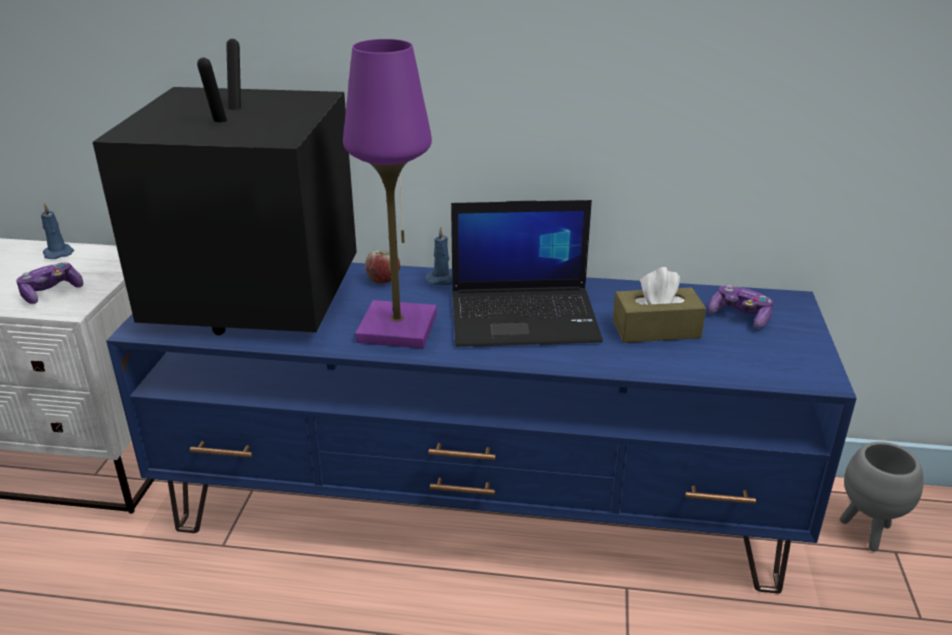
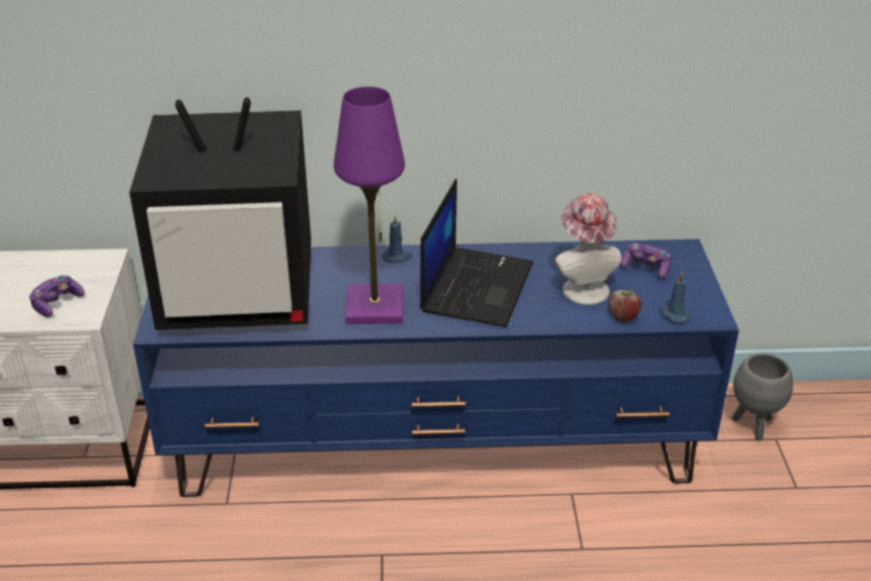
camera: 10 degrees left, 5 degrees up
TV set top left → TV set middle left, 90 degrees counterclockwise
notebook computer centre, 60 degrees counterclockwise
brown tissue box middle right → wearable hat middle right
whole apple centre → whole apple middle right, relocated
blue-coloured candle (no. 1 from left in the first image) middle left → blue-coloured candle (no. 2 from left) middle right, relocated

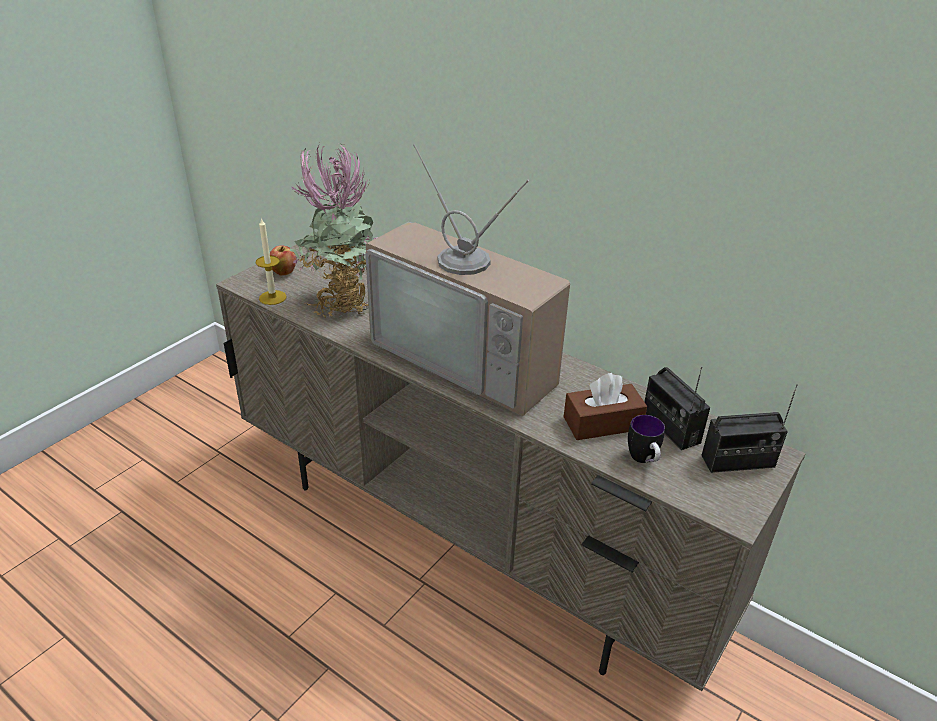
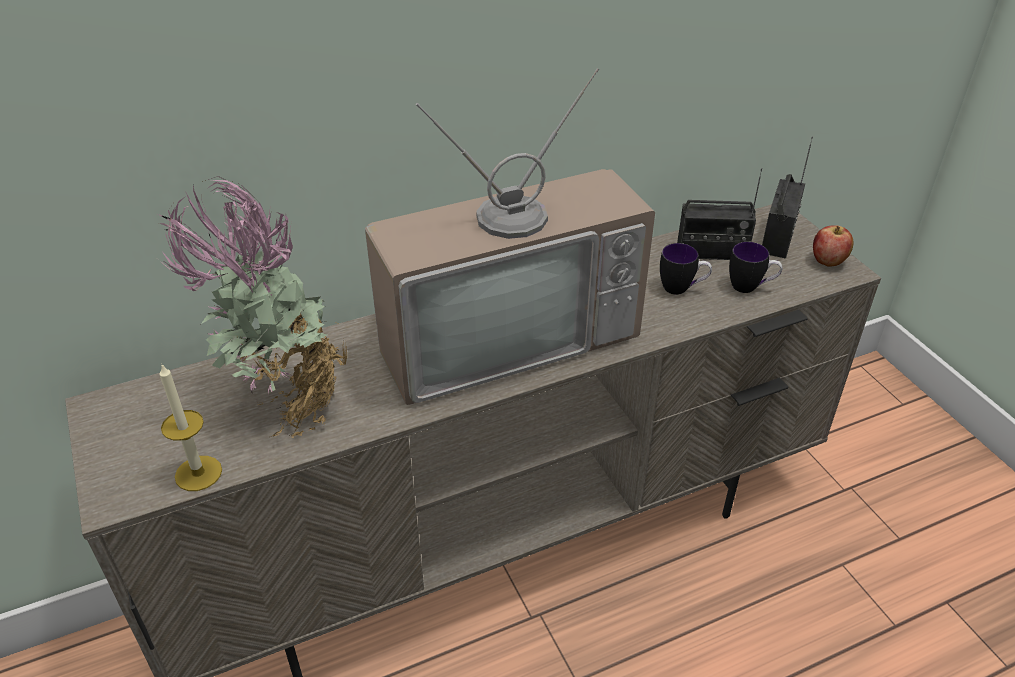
camera: 60 degrees left, 5 degrees up
brown tissue box centre → mug (no. 1 from left) middle right
whole apple middle left → whole apple middle right, relocated

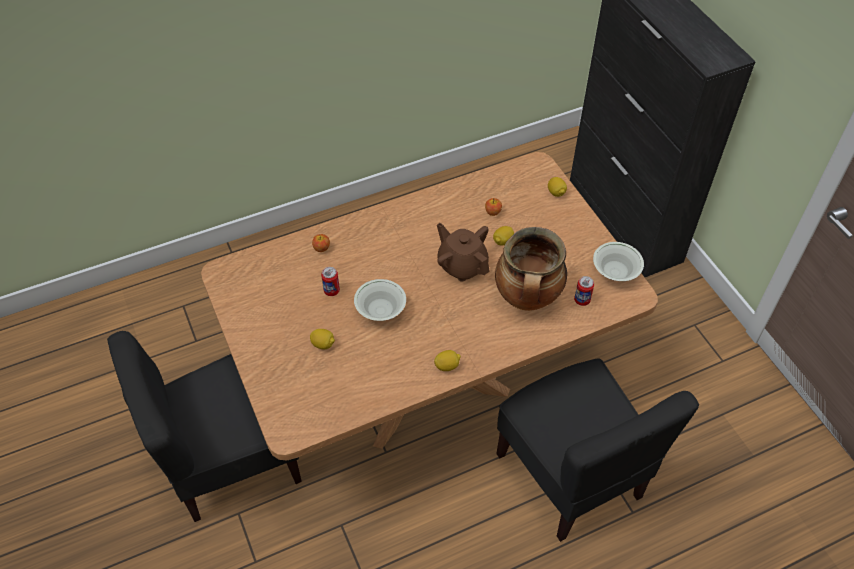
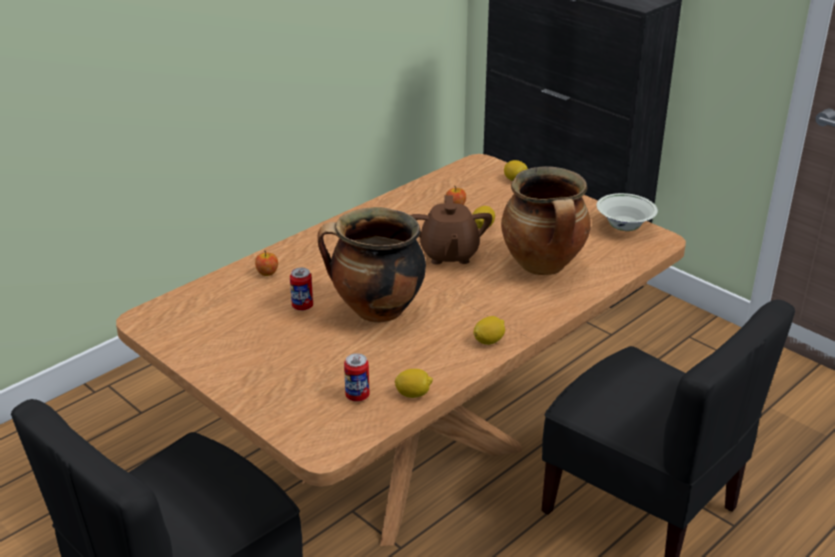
camera: 20 degrees left, 20 degrees down
white deep dish (no. 1 from left) centre → saucepot (no. 1 from left) centre
sealed can (no. 2 from left) middle right → sealed can (no. 2 from left) bottom centre, relocated
lemon (no. 1 from left) centre → lemon (no. 1 from left) bottom centre, relocated
brown pot for tea centre, 120 degrees counterclockwise

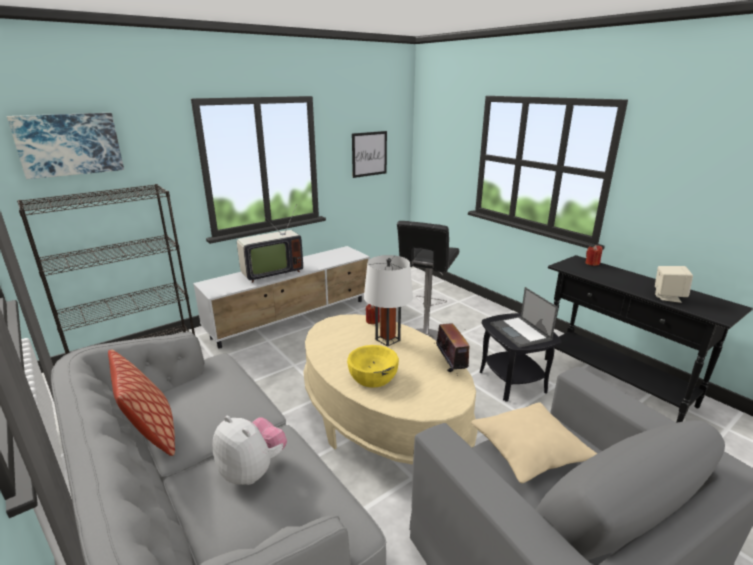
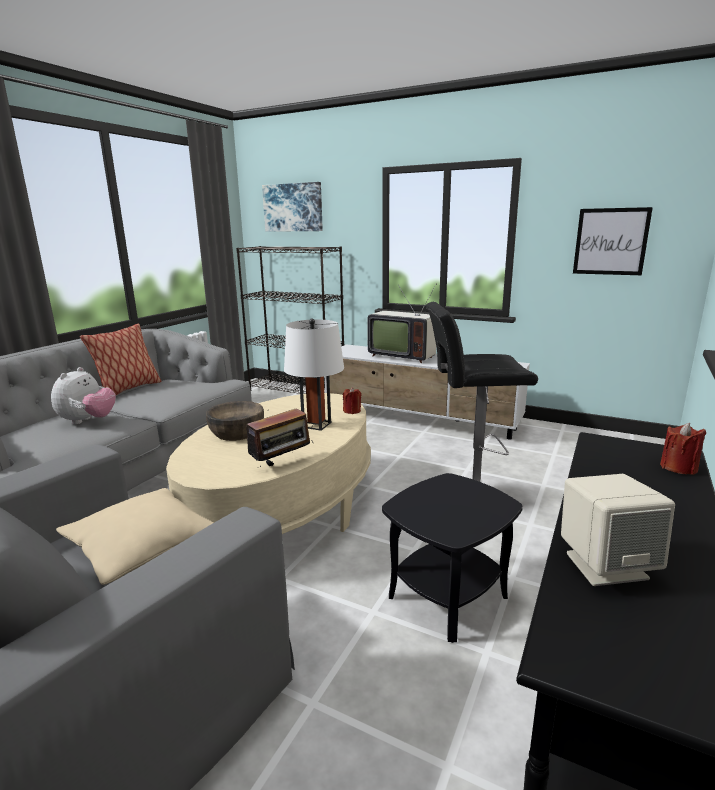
camera: 65 degrees right, 5 degrees down
yellow deep dish centre → brown deep dish middle left
notebook computer middle right → -

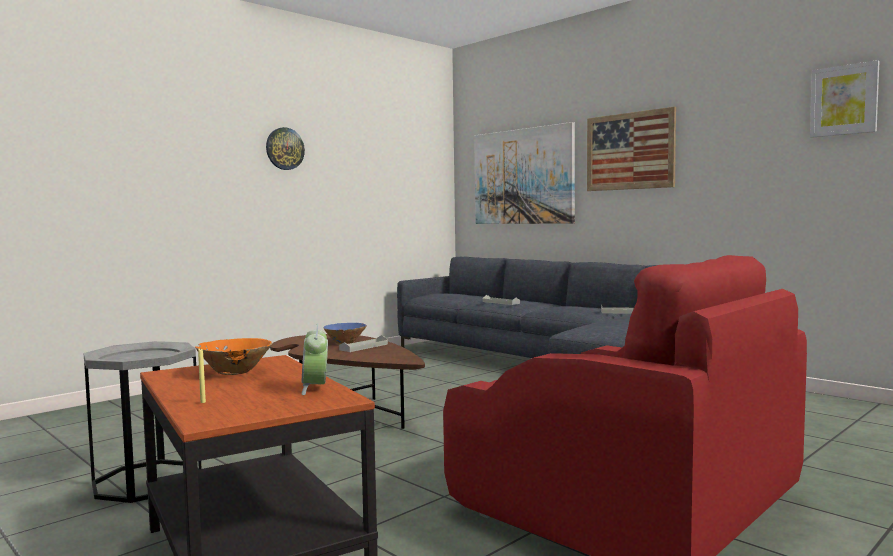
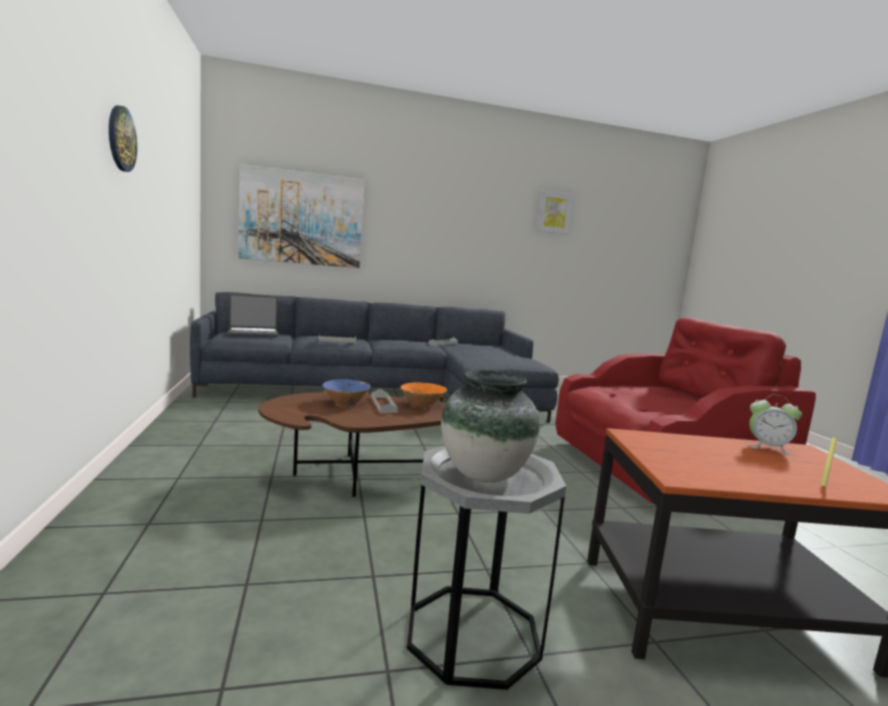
camera: 60 degrees left, 5 degrees up
- → notebook computer middle left
orange deep dish middle left → orange deep dish centre, relocated
- → decorative vase centre
picture (no. 2 from left) top right → -

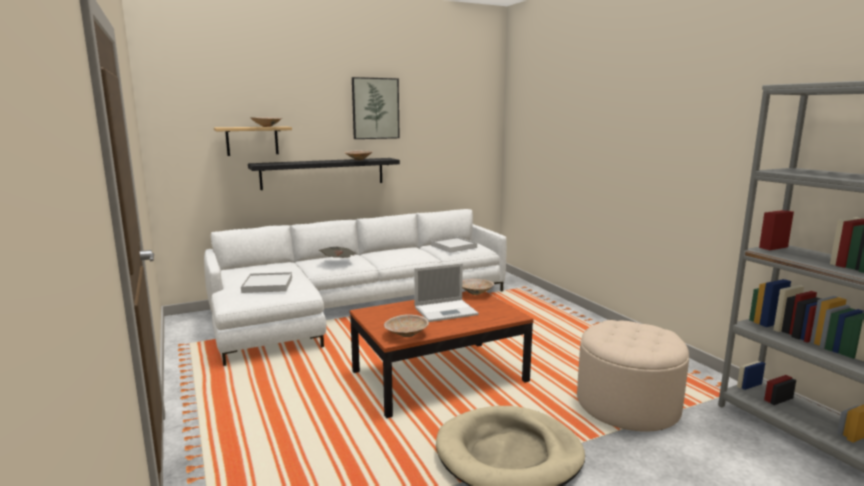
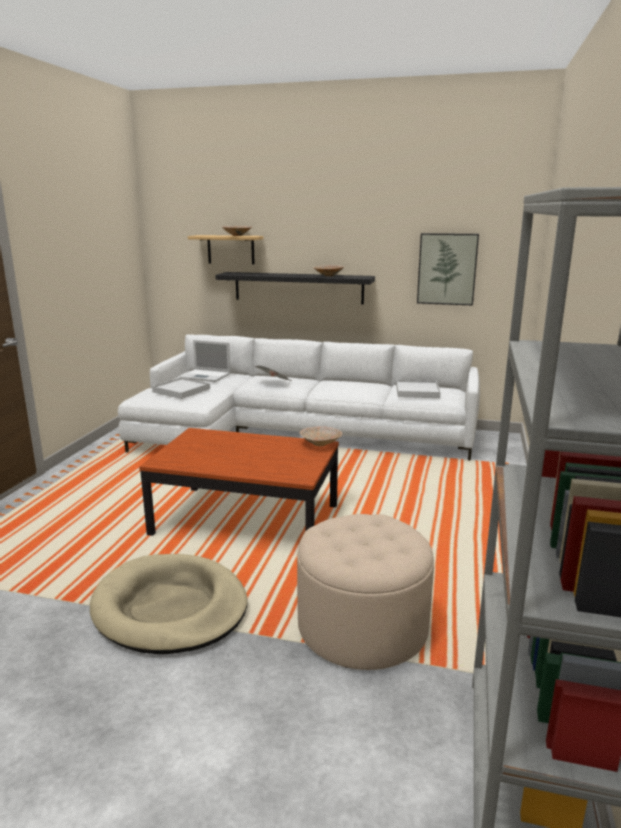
camera: 40 degrees right, 5 degrees up
notebook computer centre → notebook computer middle left, relocated
picture top centre → picture top right, relocated
beige deep dish (no. 3 from left) bottom centre → -

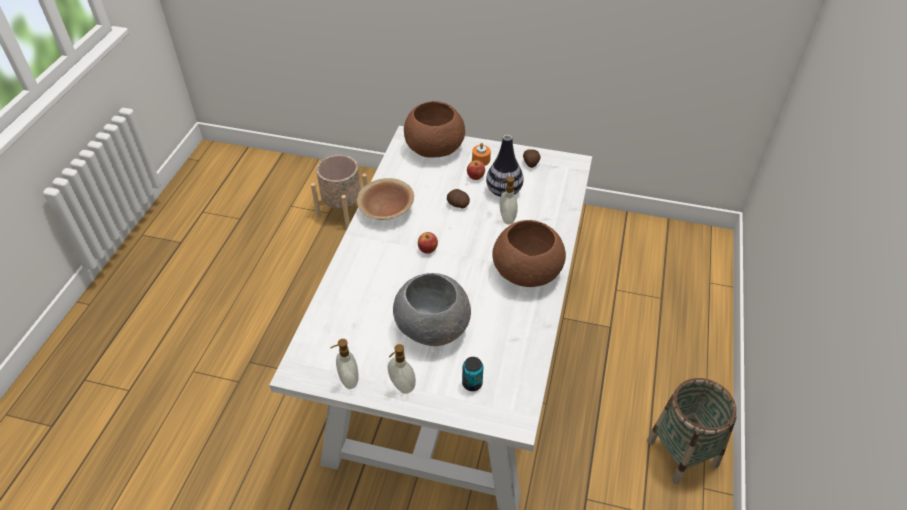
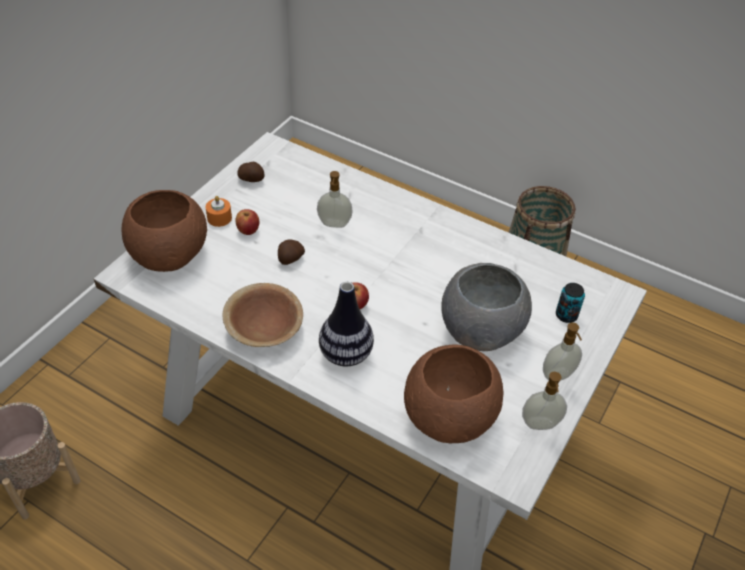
camera: 75 degrees left, 0 degrees up
decorative vase top centre → decorative vase centre, relocated
brown deep dish (no. 3 from left) centre → brown deep dish (no. 3 from left) bottom centre, relocated

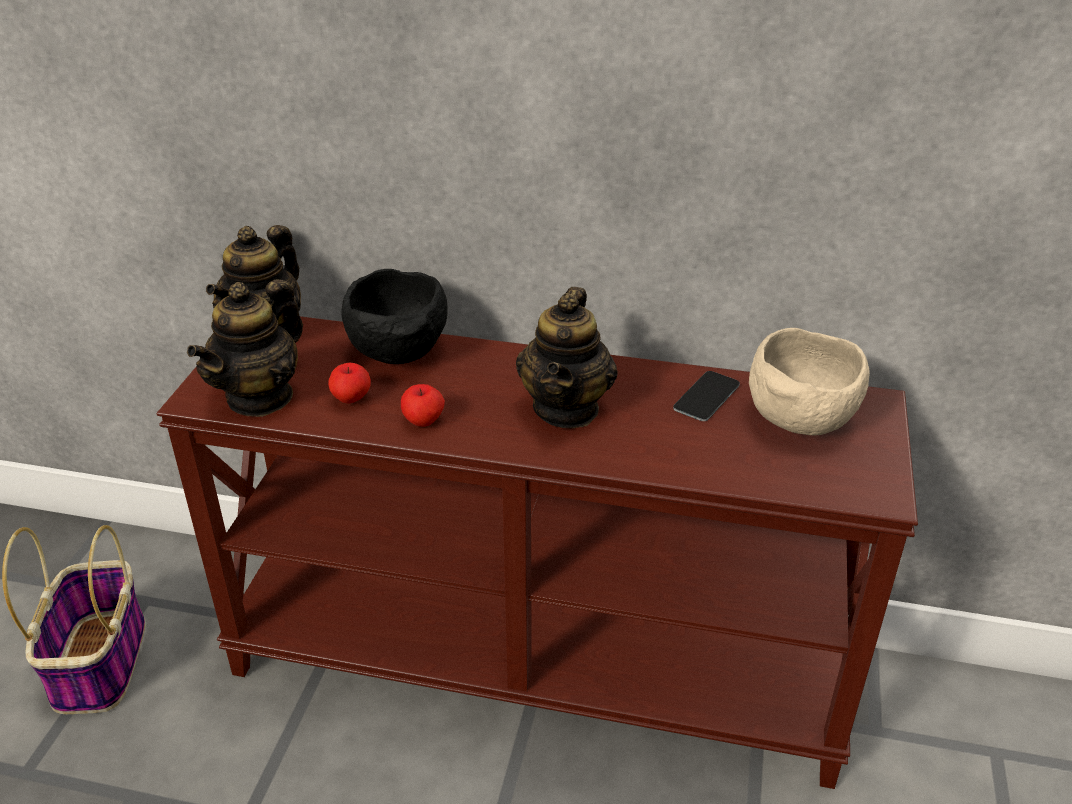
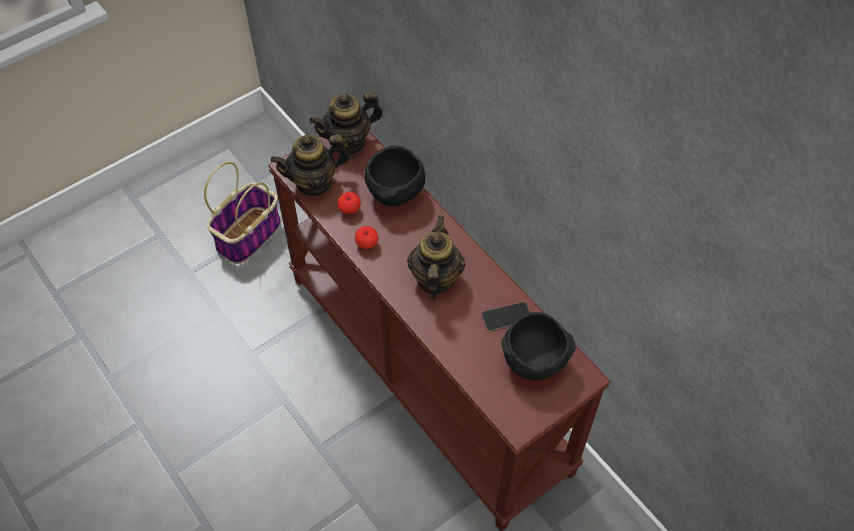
camera: 40 degrees right, 20 degrees up
pot for tea (no. 3 from left) centre, 135 degrees clockwise
beige deep dish middle right → black-coloured deep dish (no. 2 from left) centre

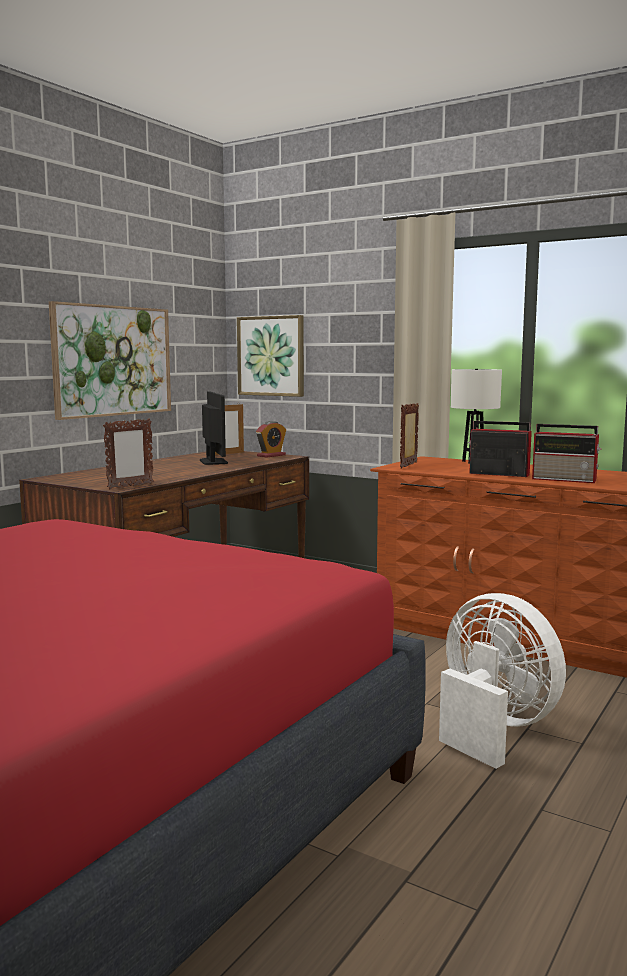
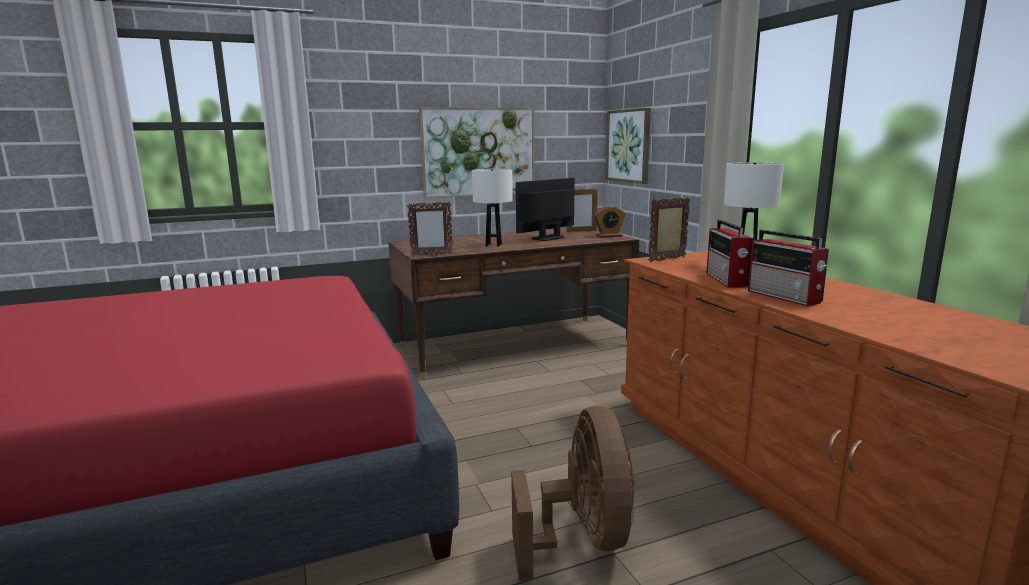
camera: 35 degrees right, 5 degrees up
- → white table lamp (no. 1 from left) centre
white electric fan bottom right → brown electric fan bottom centre
monitor centre, 150 degrees counterclockwise
radio (no. 1 from left) middle right, 150 degrees counterclockwise

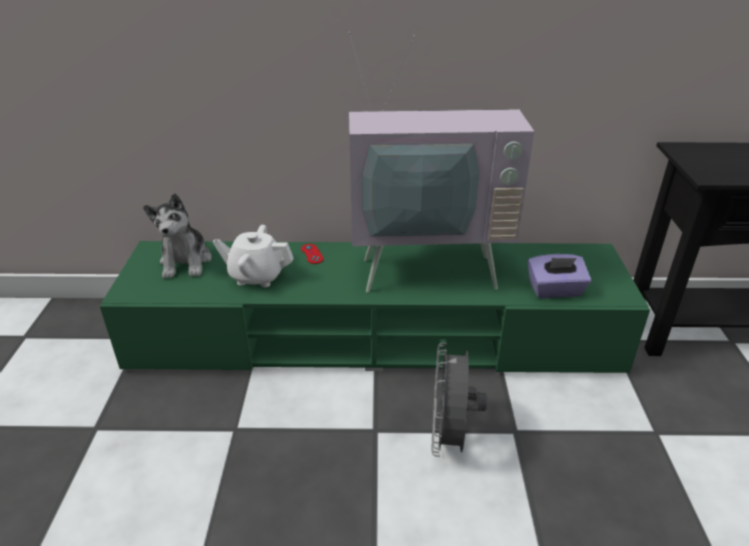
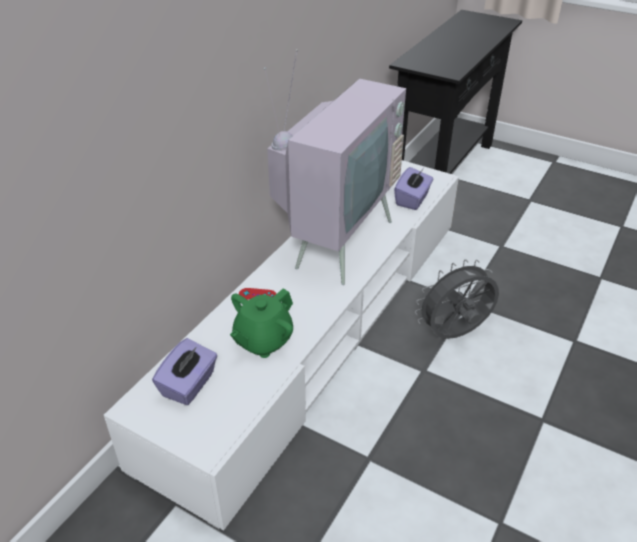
camera: 60 degrees left, 5 degrees up
greenish media console centre → white media console centre
soft toy middle left → purplish tissue box (no. 1 from left) bottom left
white pot for tea centre → greenish pot for tea centre
grey electric fan bottom centre → grey electric fan middle right, 120 degrees clockwise

